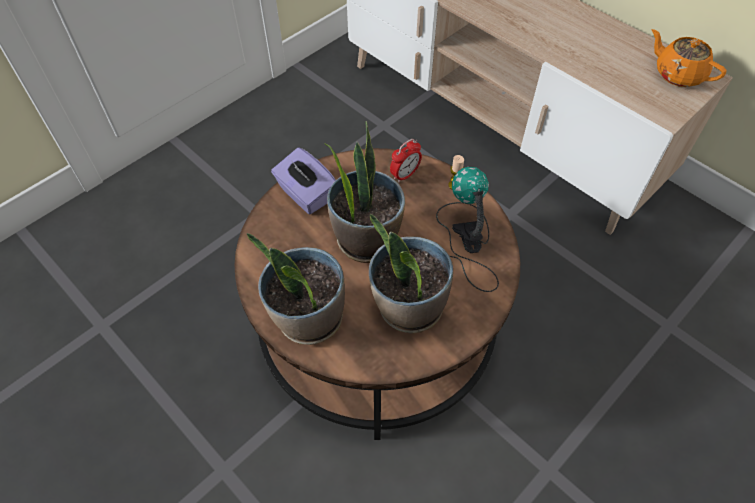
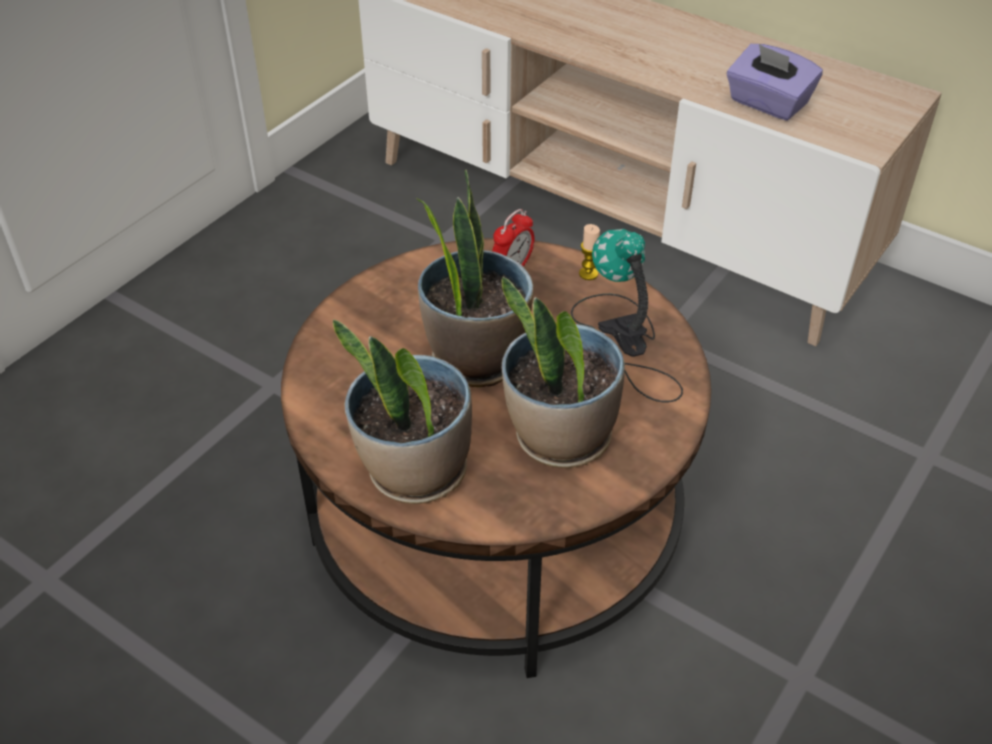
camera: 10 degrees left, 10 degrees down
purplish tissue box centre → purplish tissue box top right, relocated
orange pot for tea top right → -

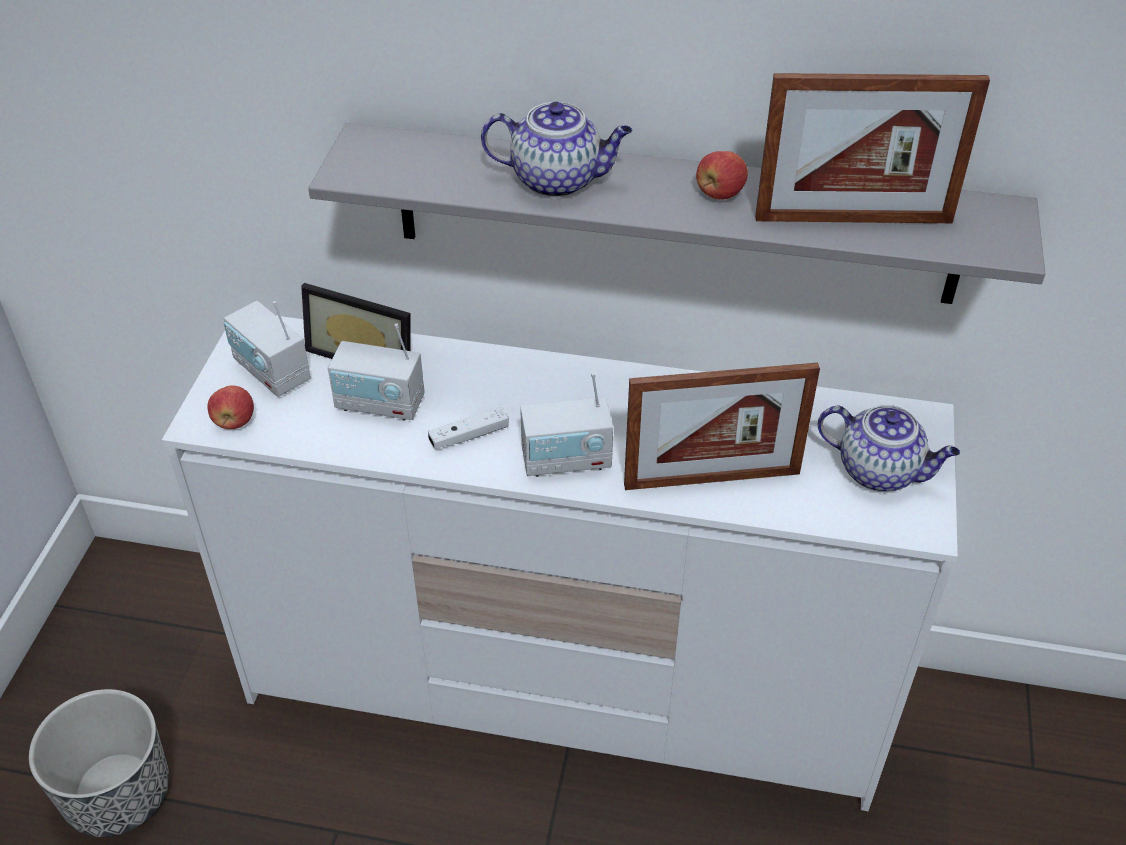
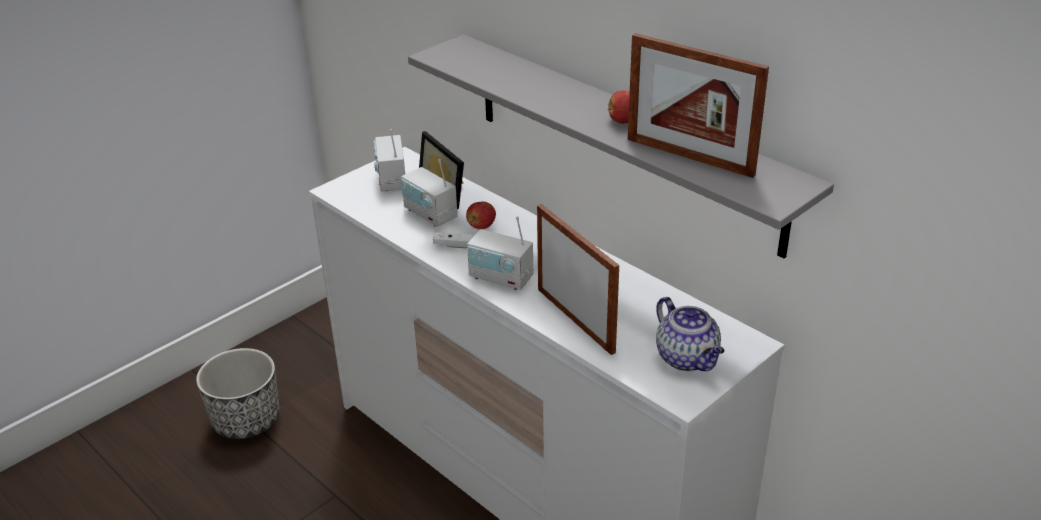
camera: 35 degrees right, 10 degrees down
whole apple (no. 1 from left) middle left → whole apple (no. 1 from left) centre, relocated
photo frame (no. 2 from left) centre, 150 degrees counterclockwise
pot for tea (no. 1 from left) top centre → -

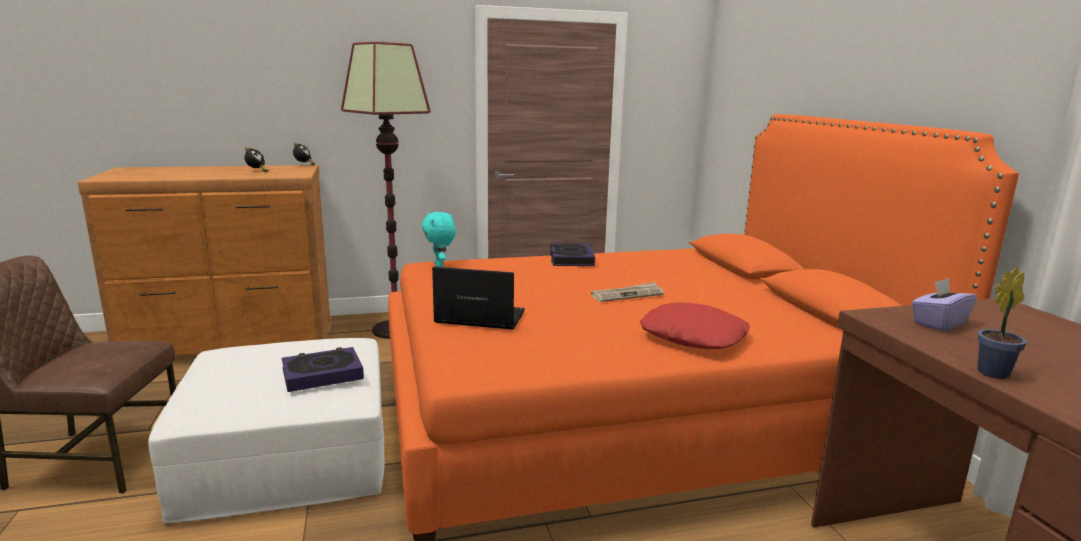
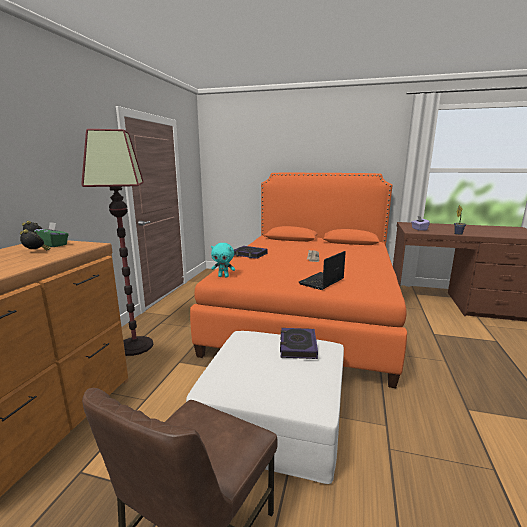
camera: 60 degrees left, 0 degrees up
- → greenish tissue box middle left
red cushion centre → -

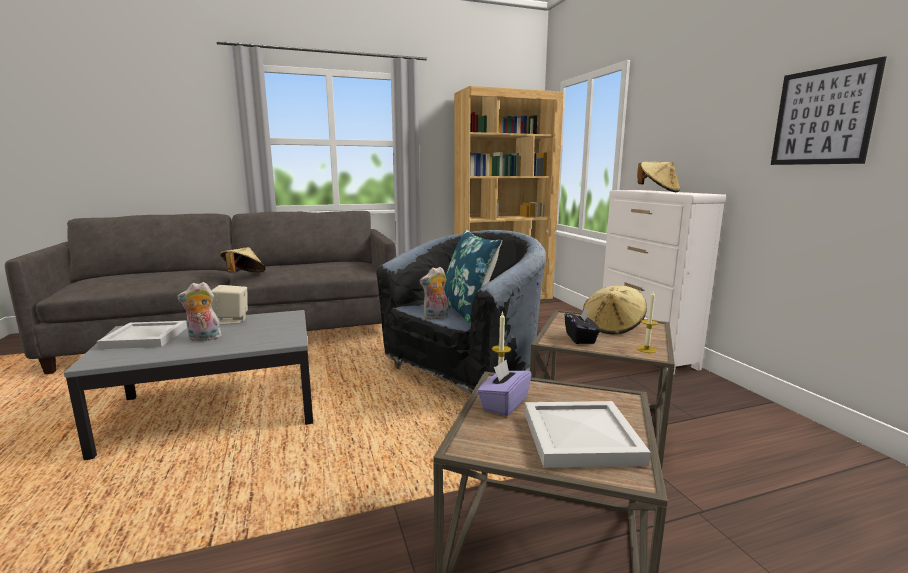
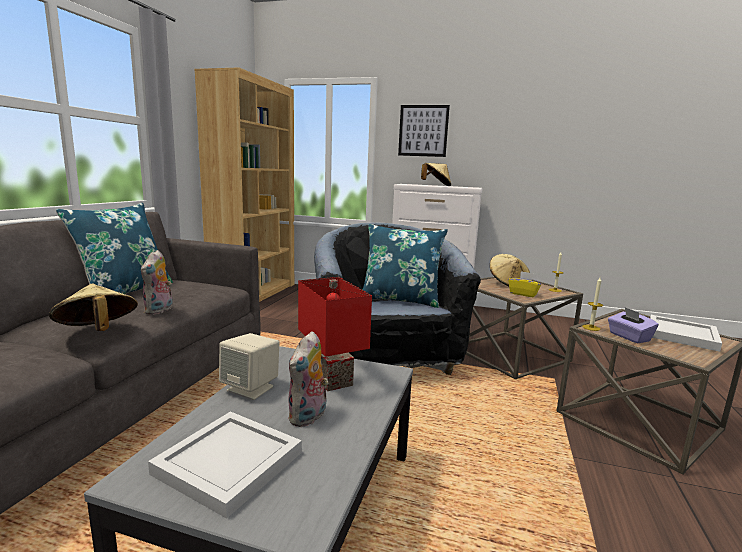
camera: 55 degrees left, 0 degrees up
- → blue-coloured cushion (no. 1 from left) middle left
soft toy (no. 2 from left in the first image) centre → soft toy (no. 1 from left) middle left, relocated
- → red table lamp centre
picture top right → picture top centre, relocated
black-coloured tissue box centre → yellow tissue box middle right

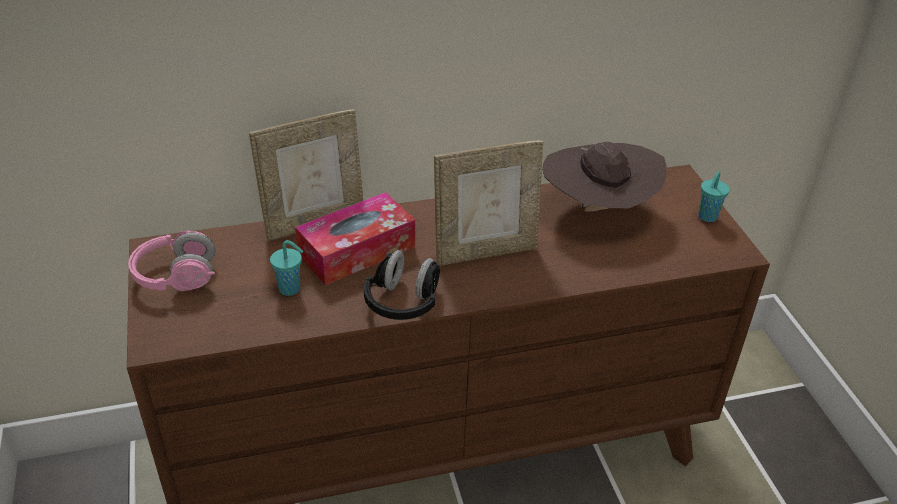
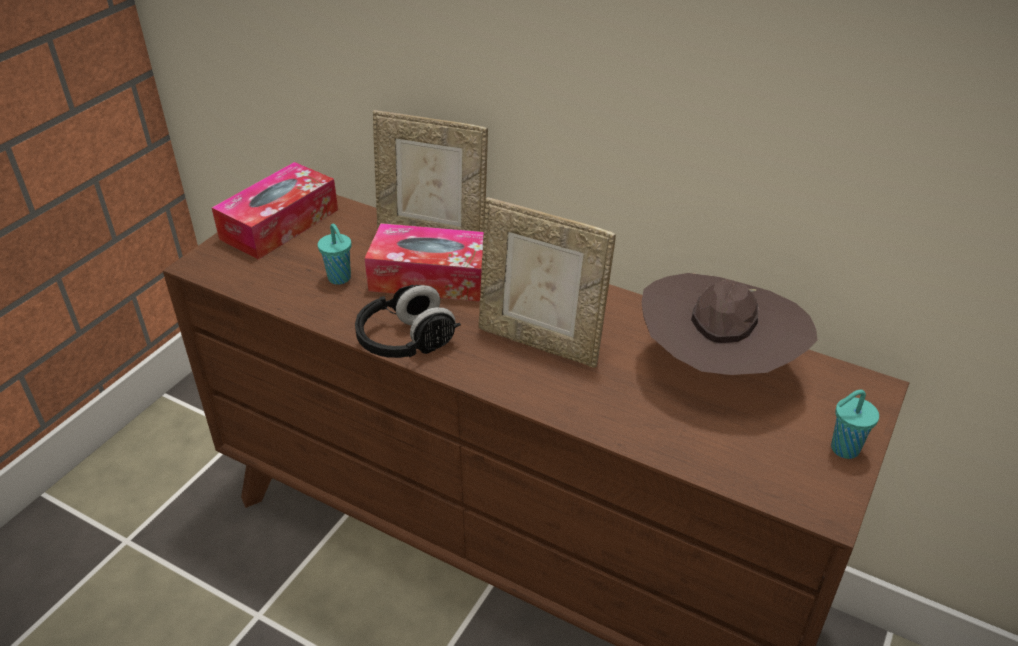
camera: 45 degrees right, 0 degrees up
pink-coloured pair of headphones middle left → tissue box (no. 1 from left) top left

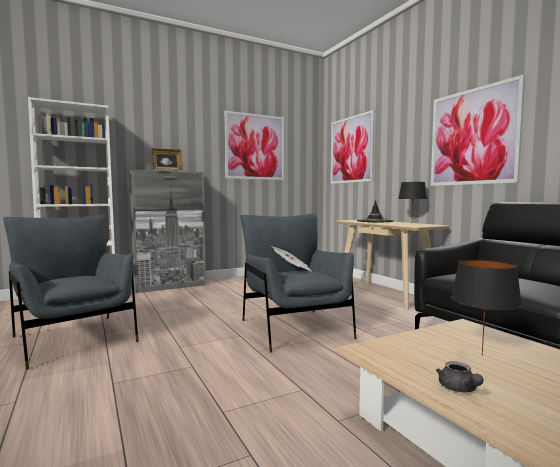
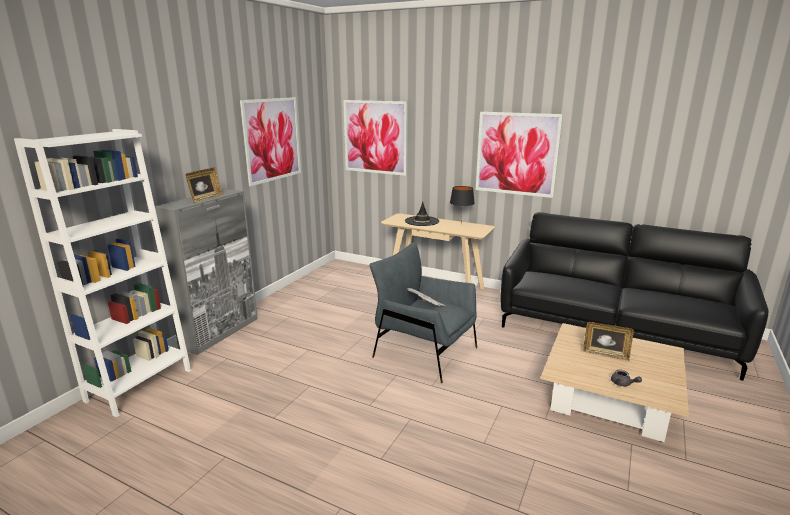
camera: 35 degrees left, 15 degrees up
black-coloured table lamp (no. 2 from left) middle right → photo frame (no. 2 from left) middle right
grey easy chair (no. 1 from left) middle left → -

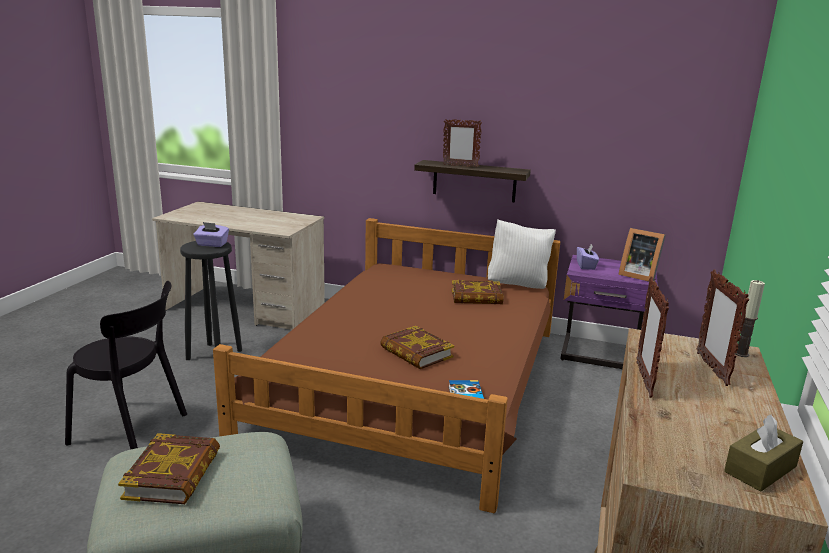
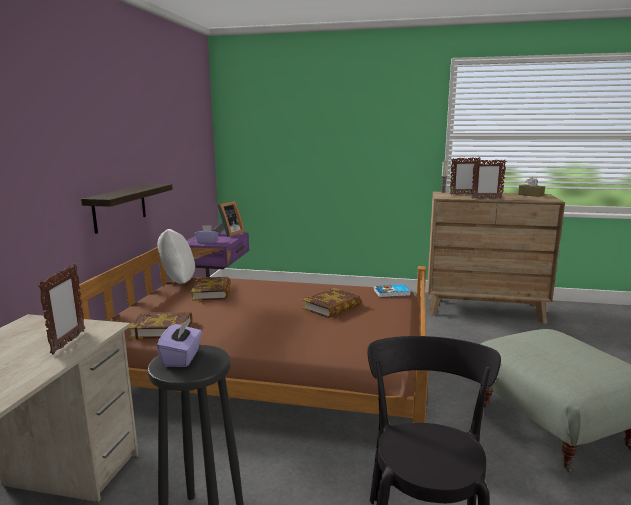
camera: 95 degrees left, 5 degrees down
photo frame (no. 1 from left) top centre → photo frame (no. 1 from left) middle left, relocated
bound book (no. 1 from left) bottom left → bound book (no. 1 from left) middle left, relocated

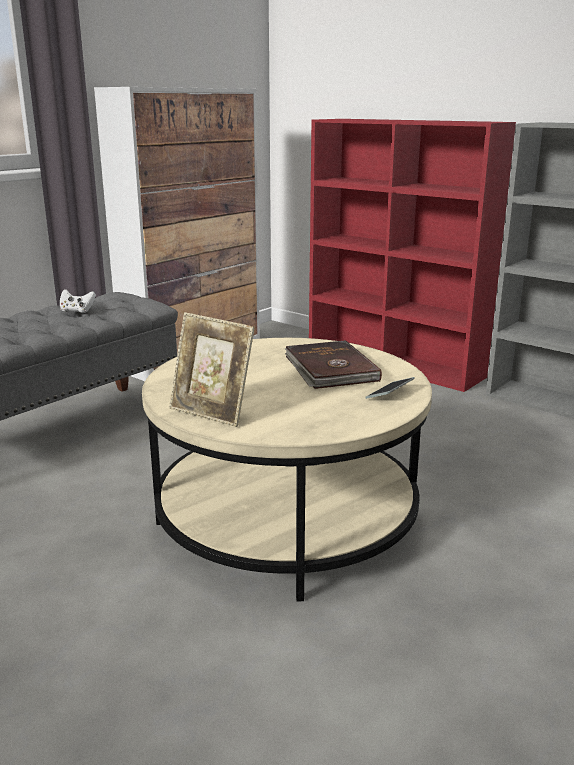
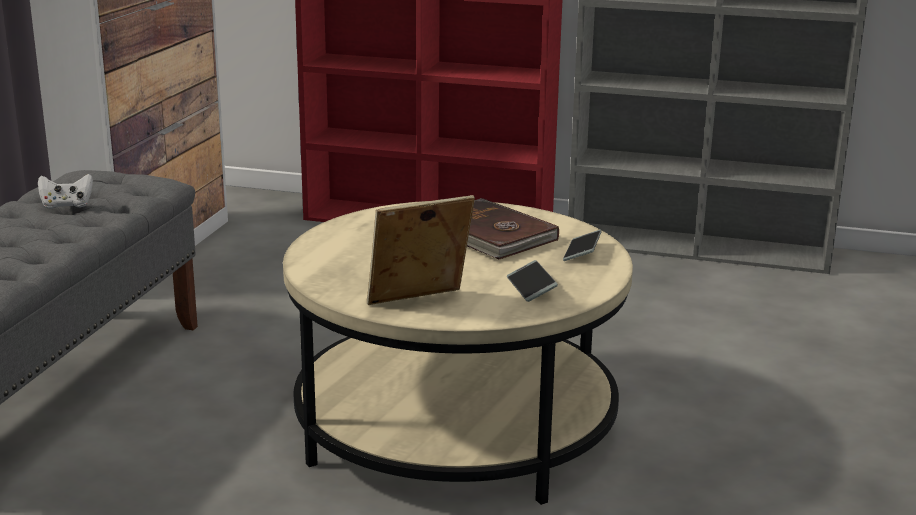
camera: 25 degrees left, 0 degrees up
photo frame centre, 150 degrees clockwise
- → phone (no. 1 from left) centre

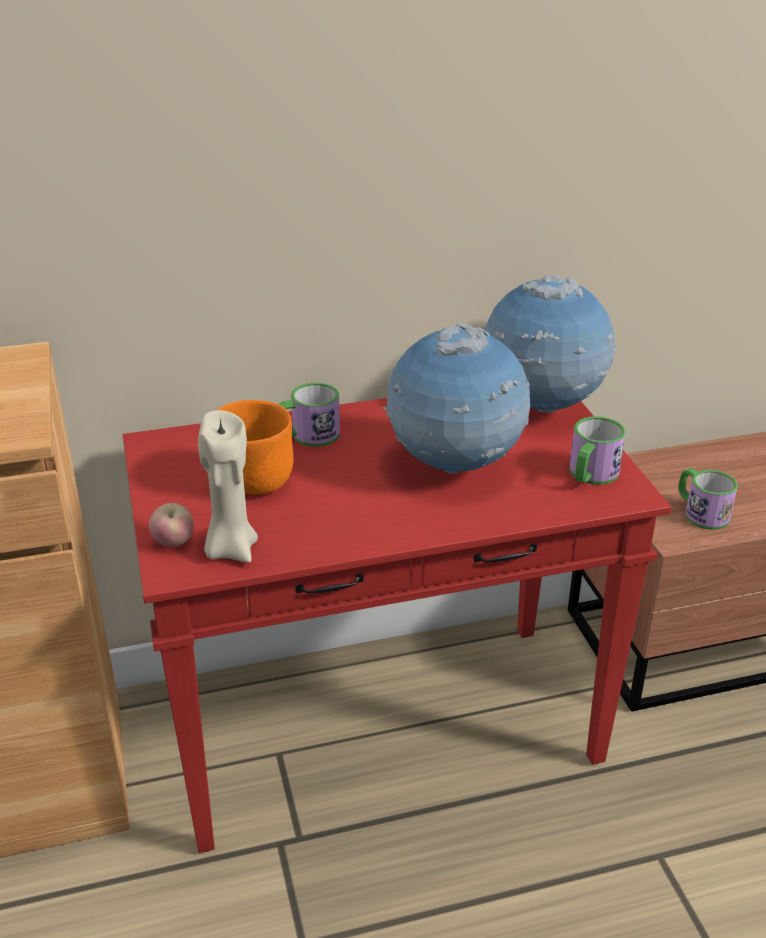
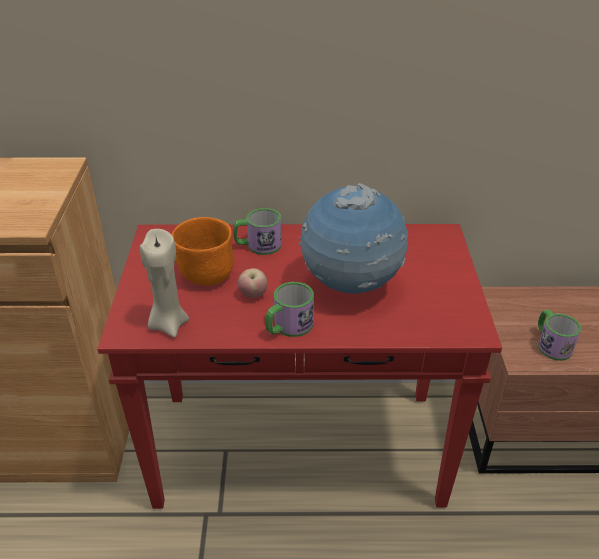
camera: 15 degrees right, 5 degrees up
whole apple middle left → whole apple centre, relocated
mug (no. 2 from left) middle right → mug (no. 2 from left) centre, relocated
desk globe (no. 2 from left) middle right → -

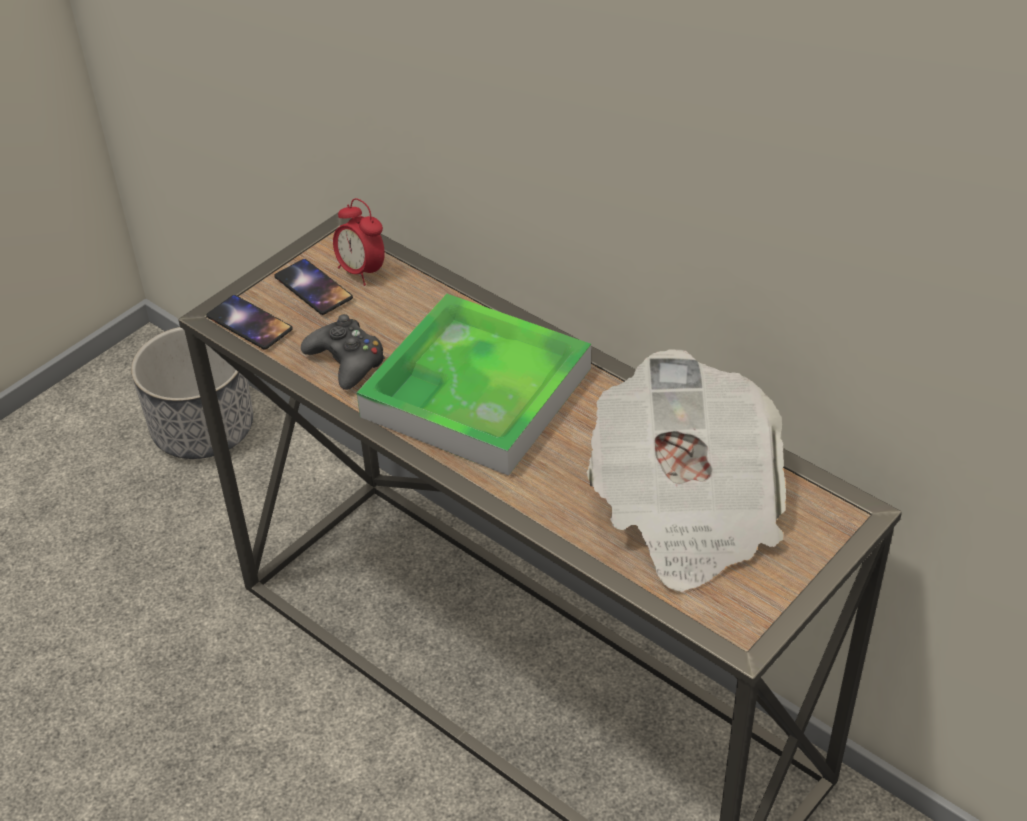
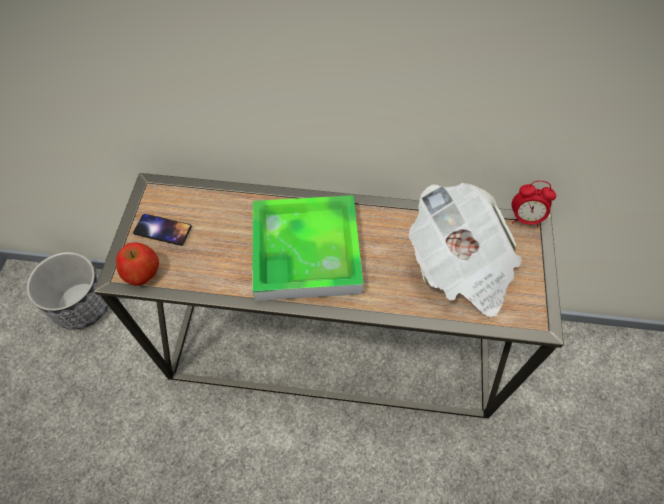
camera: 35 degrees left, 15 degrees up
phone (no. 1 from left) middle left → whole apple middle left
bedside clock top centre → bedside clock middle right, relocated
black-coloured joypad centre → -

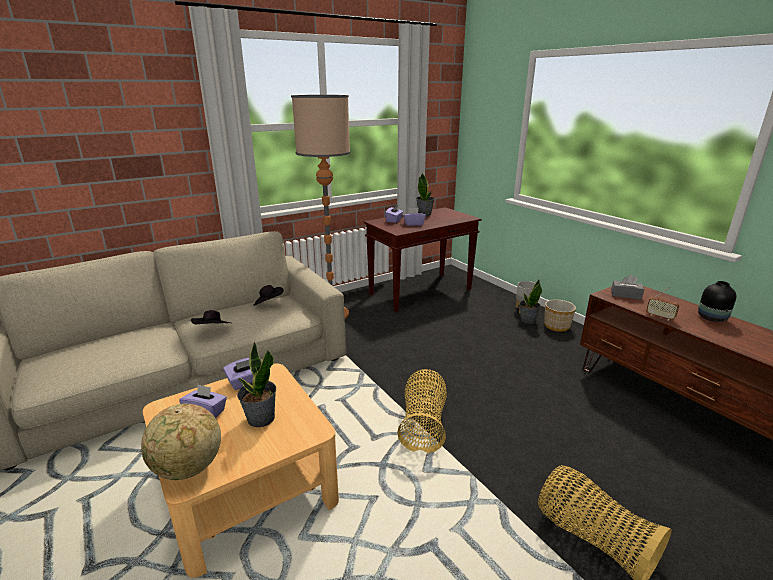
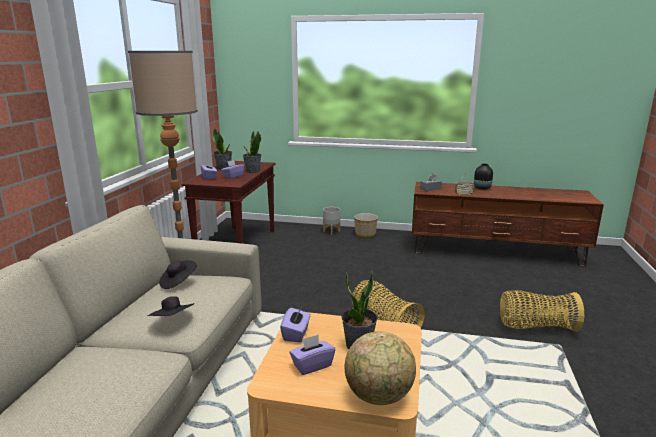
camera: 45 degrees left, 5 degrees down
plant in a pot (no. 3 from left in the first image) middle right → plant in a pot (no. 2 from left) centre, relocated

